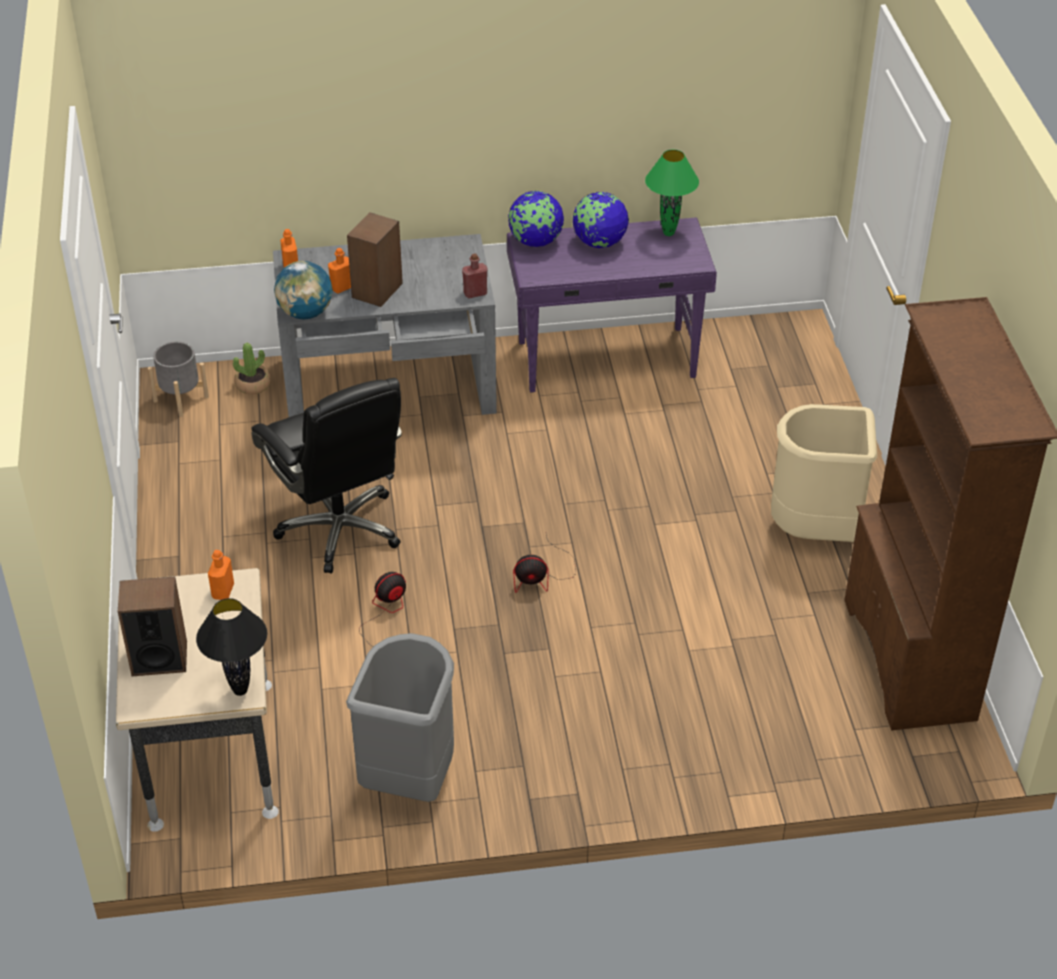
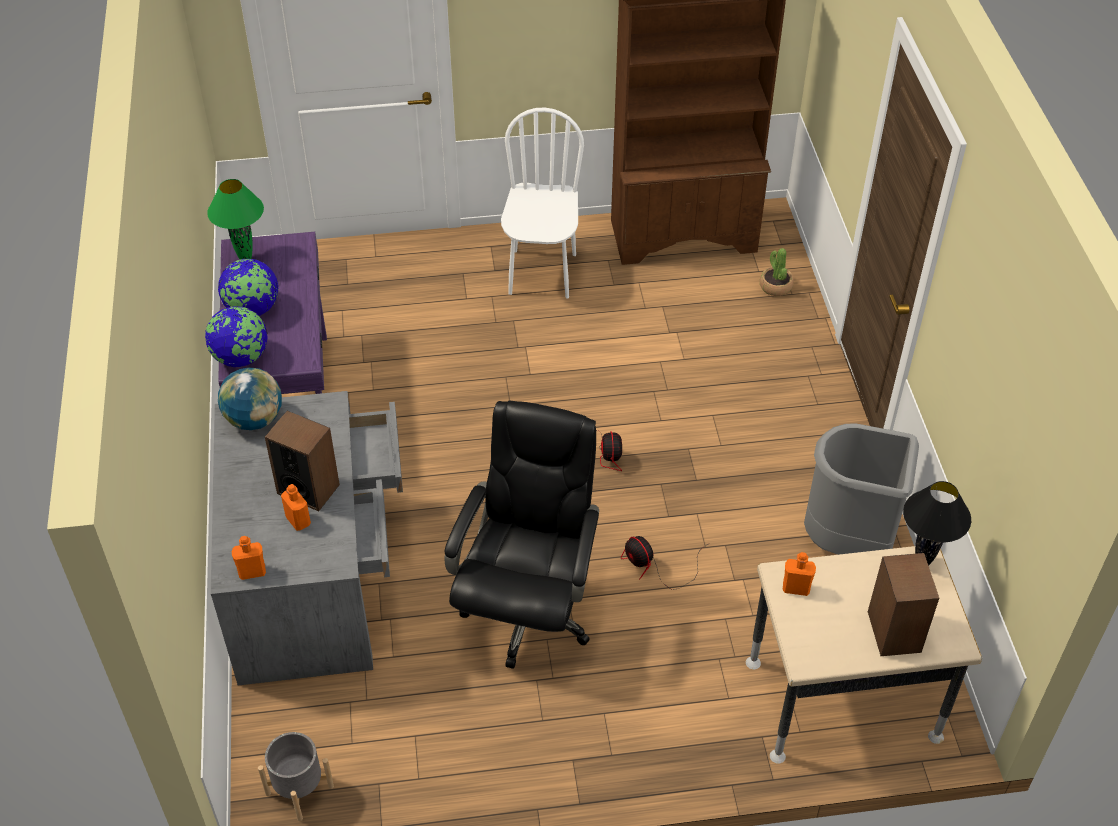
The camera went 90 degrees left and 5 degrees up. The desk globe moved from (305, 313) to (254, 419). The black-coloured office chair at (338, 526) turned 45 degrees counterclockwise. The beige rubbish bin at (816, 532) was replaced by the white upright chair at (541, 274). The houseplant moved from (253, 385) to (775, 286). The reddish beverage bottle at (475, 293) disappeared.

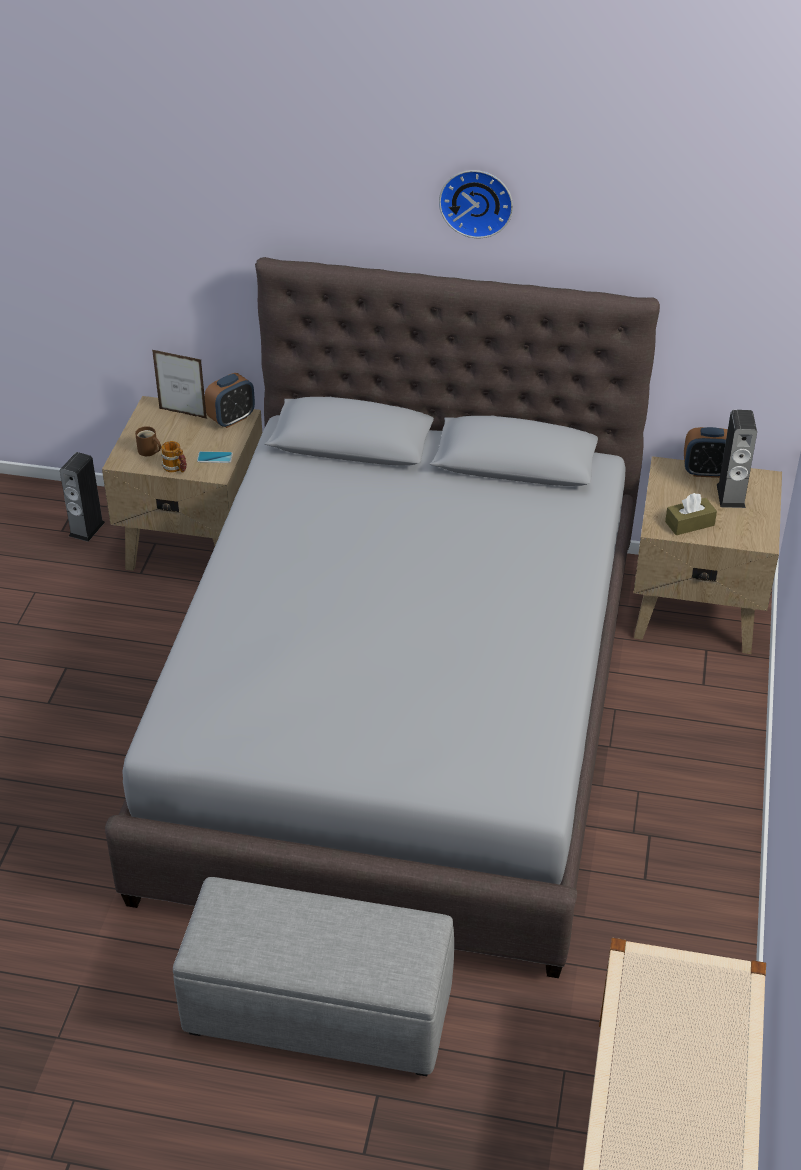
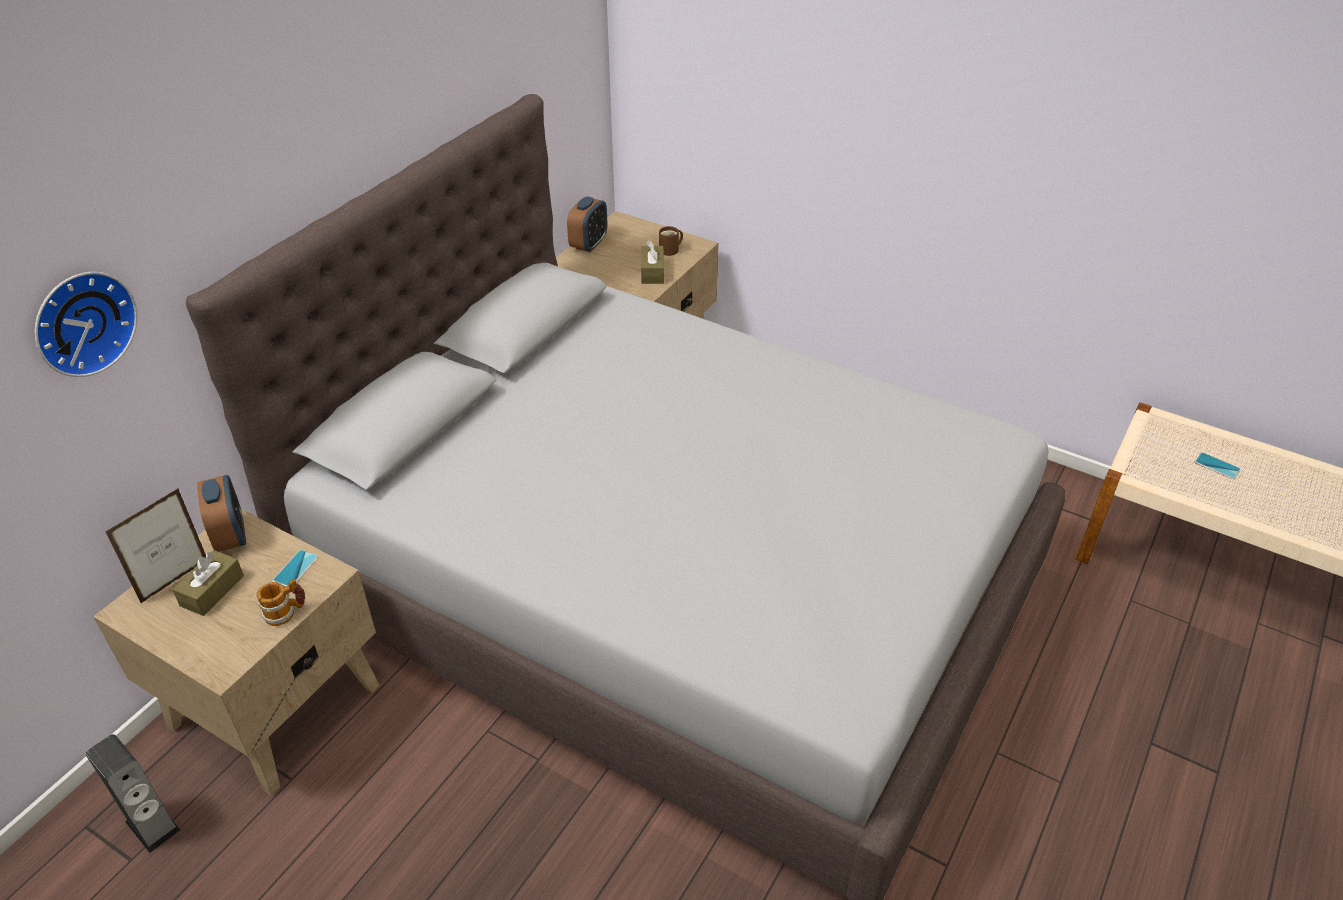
The camera went 70 degrees left and 0 degrees up. The hanging clock moved from (476, 201) to (81, 322). The brown-coloured tissue holder at (212, 591) appeared. The brown-coloured coffee mug moved from (149, 451) to (671, 250). The telephone at (1217, 466) appeared. The grey pouffe at (320, 1011) disappeared. The speaker at (731, 496) disappeared.

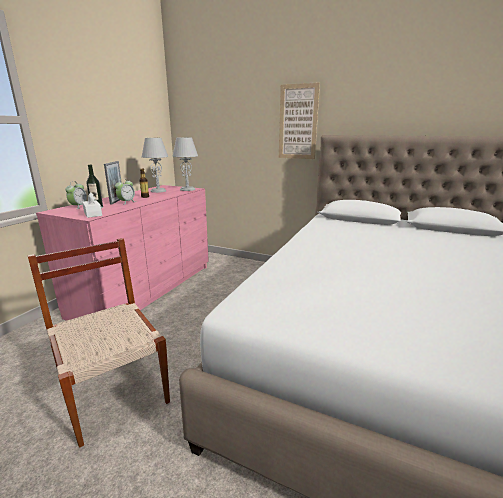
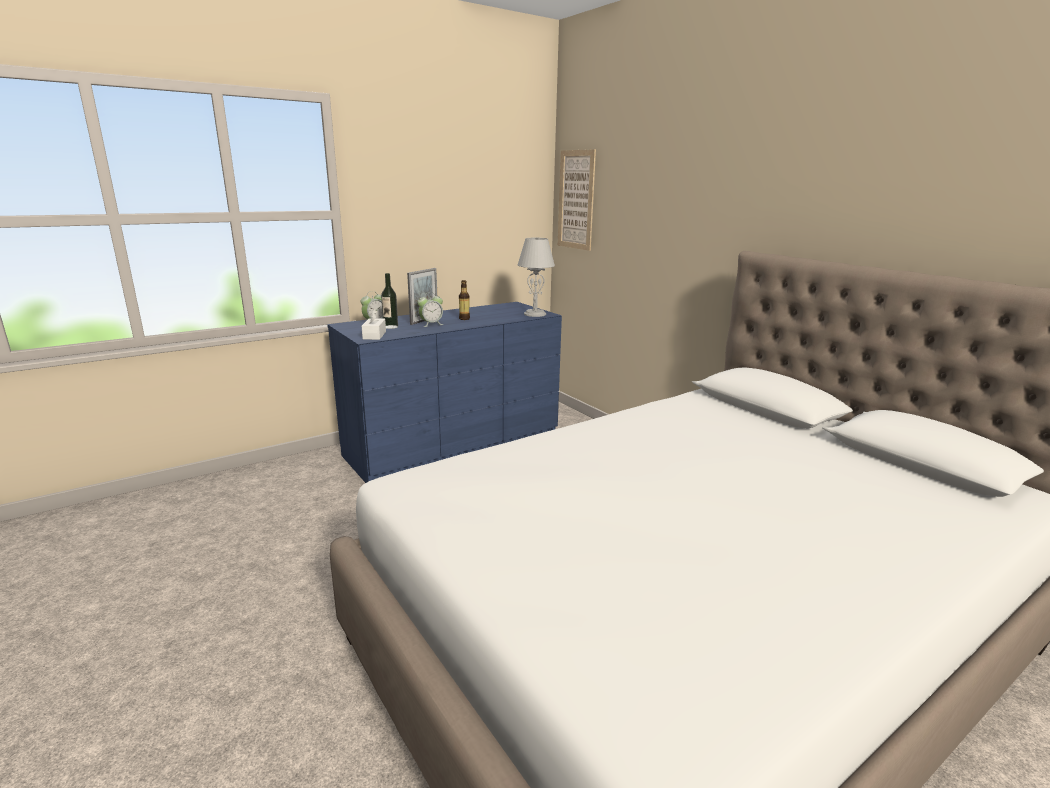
The camera went 30 degrees right and 0 degrees up. The pink dresser at (146, 289) became the blue-coloured dresser at (453, 445). The wall art moved from (298, 122) to (576, 200). The upright chair at (114, 392) disappeared. The grey table lamp at (158, 191) disappeared.

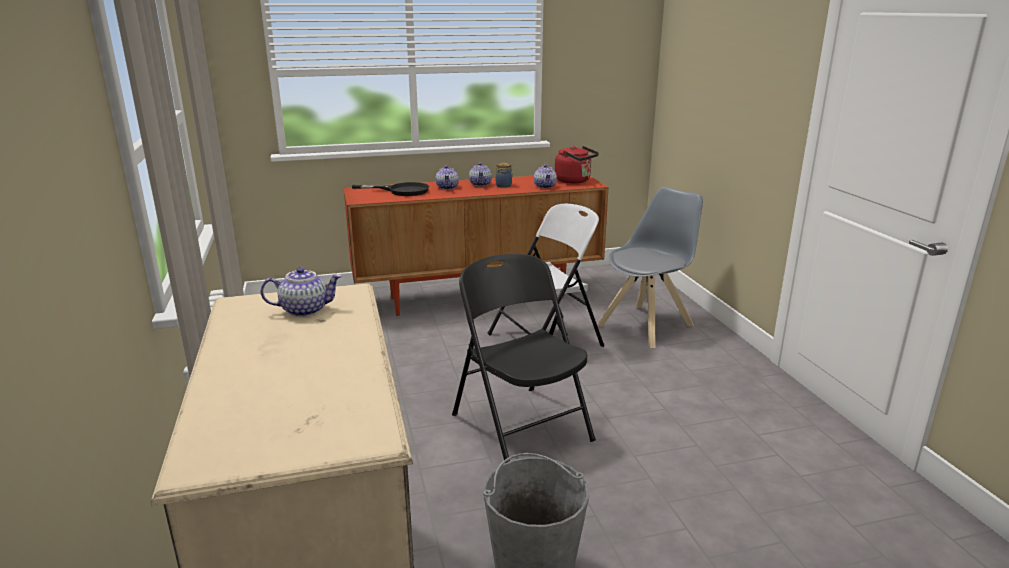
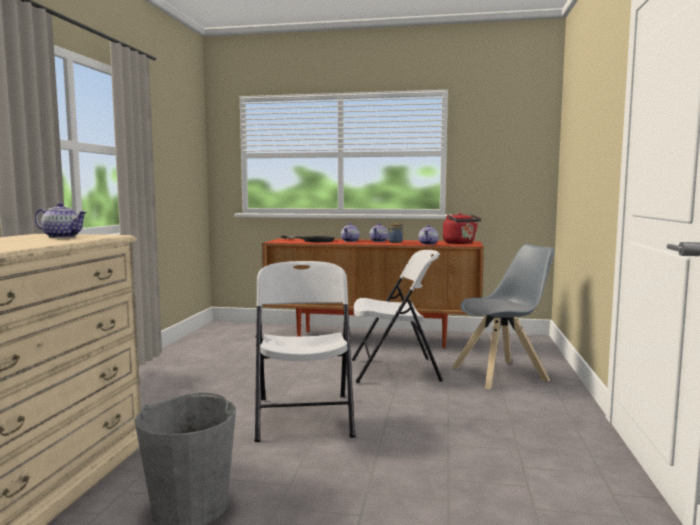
The camera went 25 degrees right and 15 degrees down. The black-coloured upright chair at (522, 427) became the white upright chair at (304, 417).

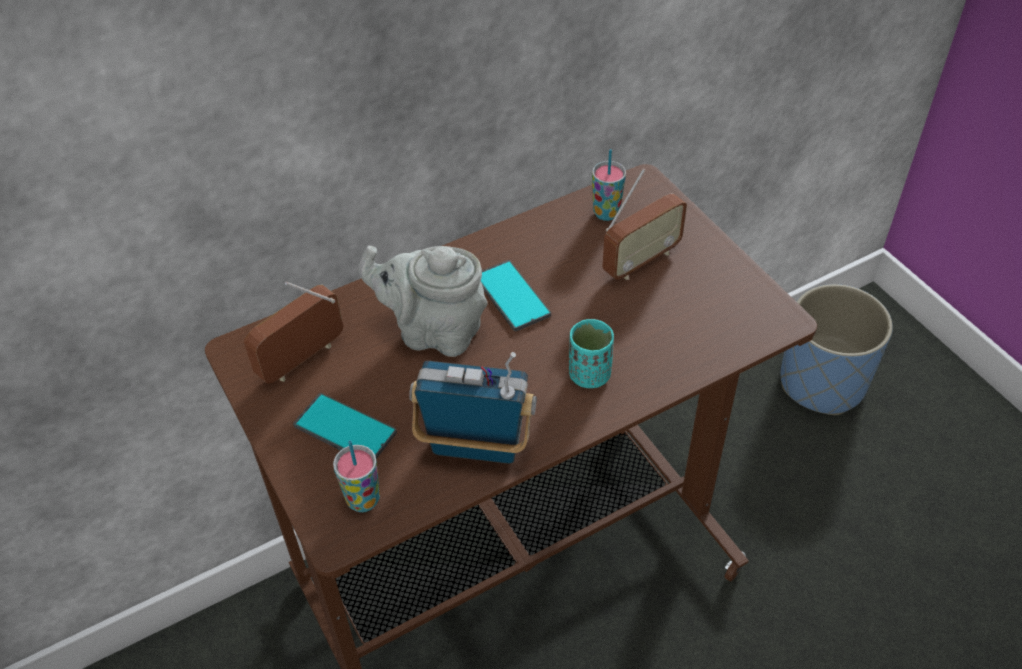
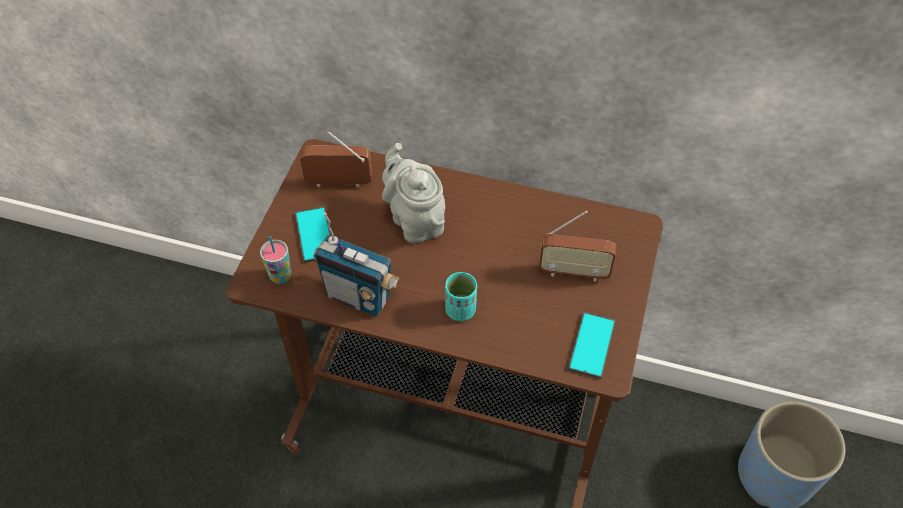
The camera went 45 degrees right and 5 degrees up. The radio at (476, 447) turned 150 degrees clockwise. The telephone moved from (511, 296) to (591, 345). The drinking cup at (606, 213) disappeared.

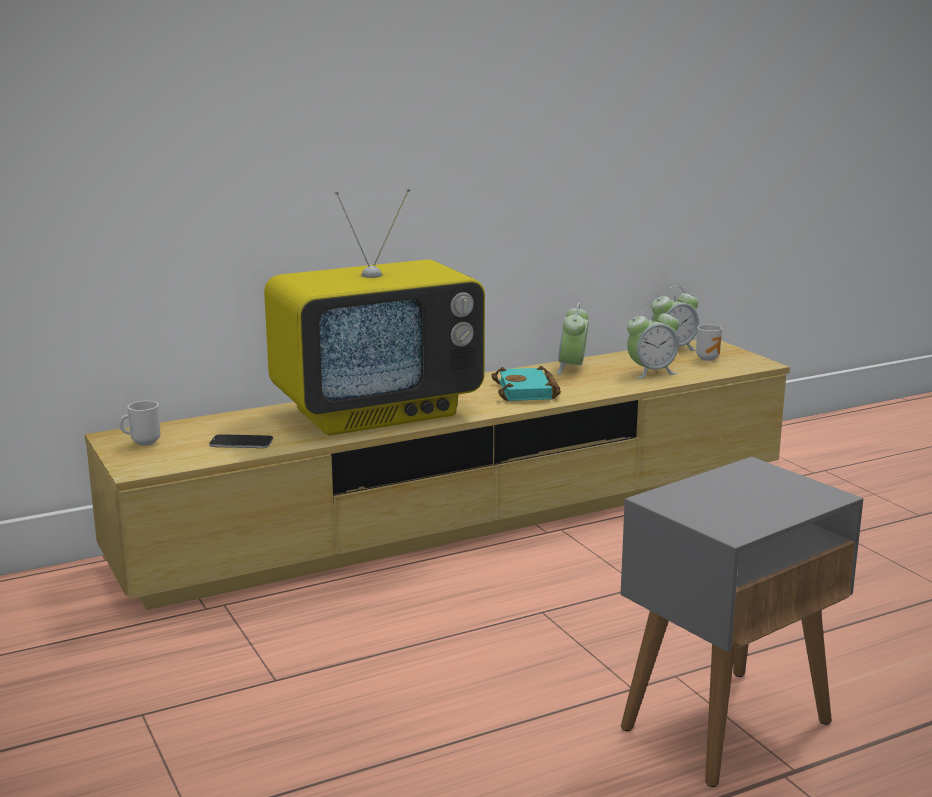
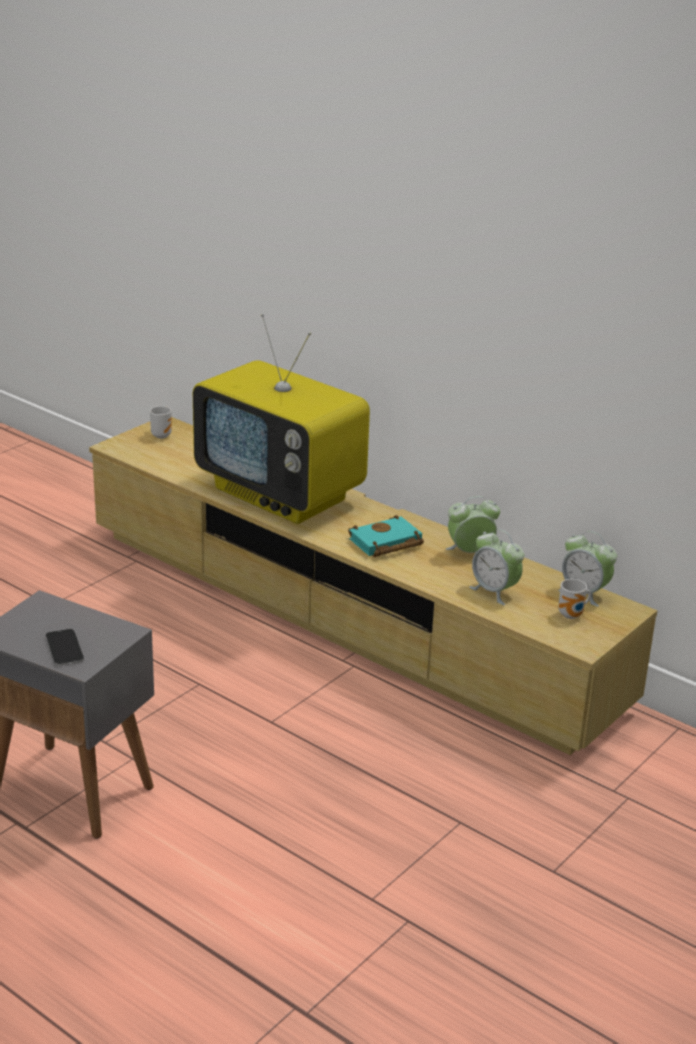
The camera went 65 degrees right and 10 degrees up. The telephone moved from (241, 443) to (64, 648).

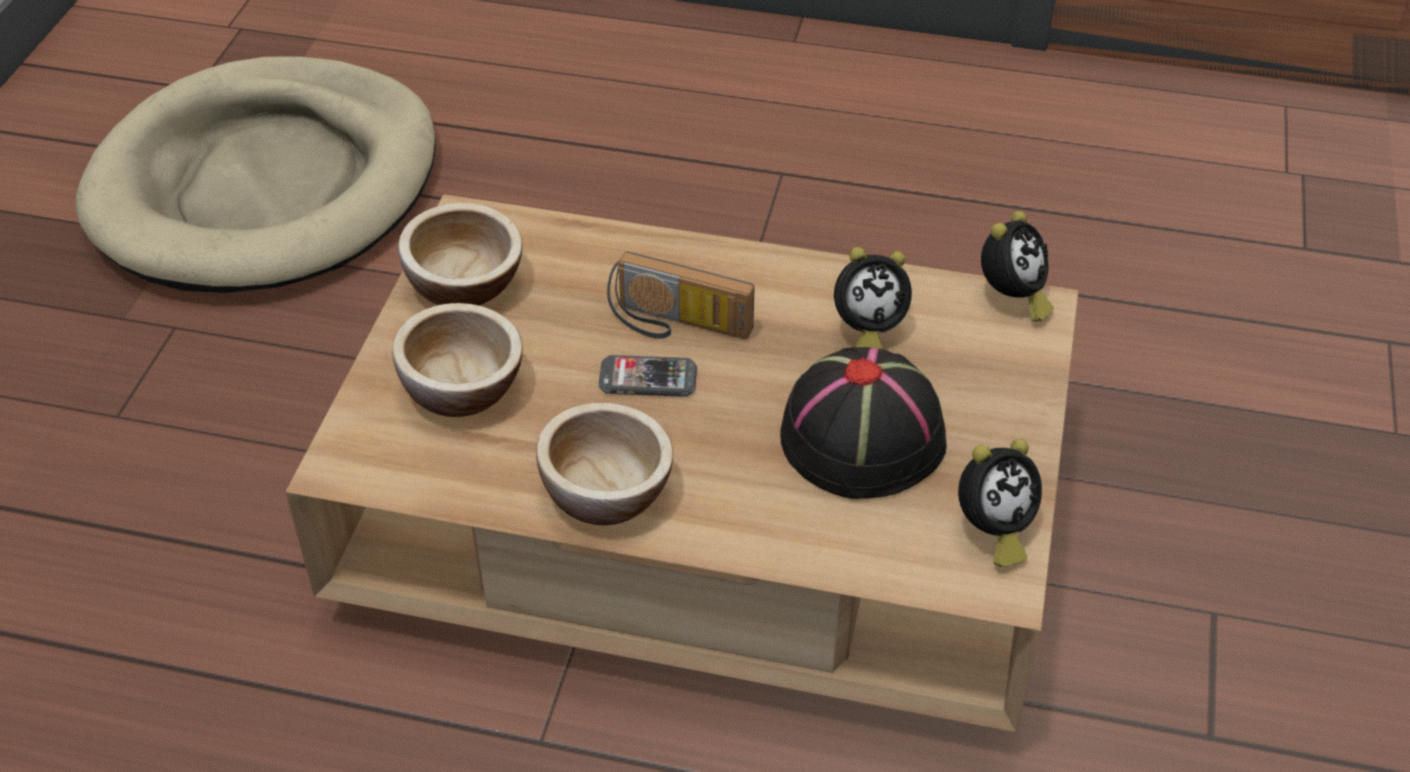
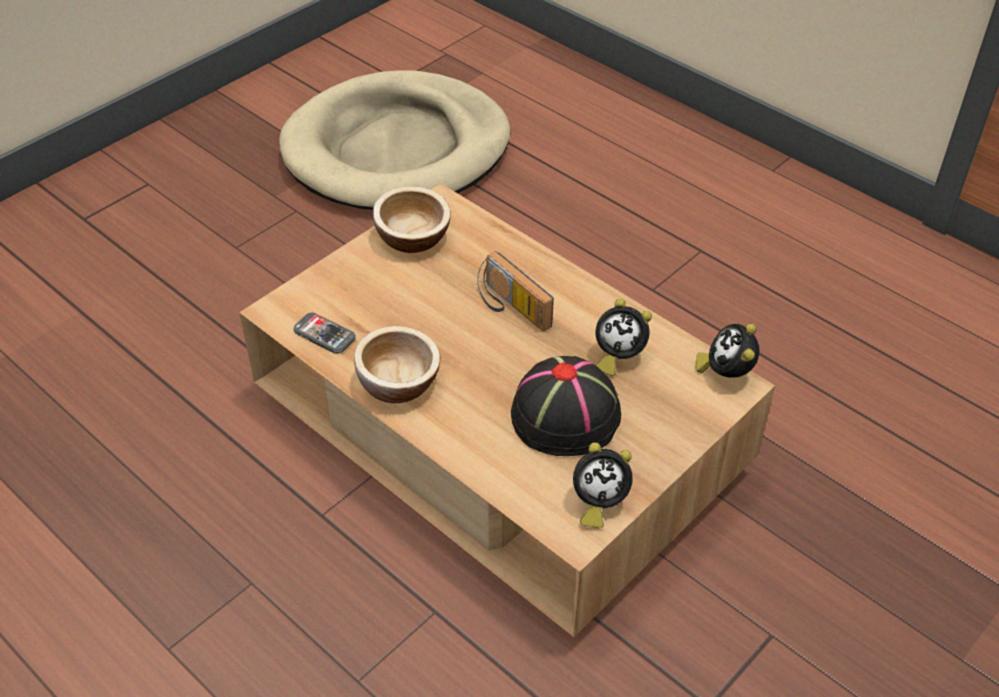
The camera went 30 degrees right and 0 degrees up. The telephone moved from (648, 379) to (324, 335). The bedside clock at (1011, 299) turned 120 degrees clockwise. The deep dish at (462, 387) disappeared.

